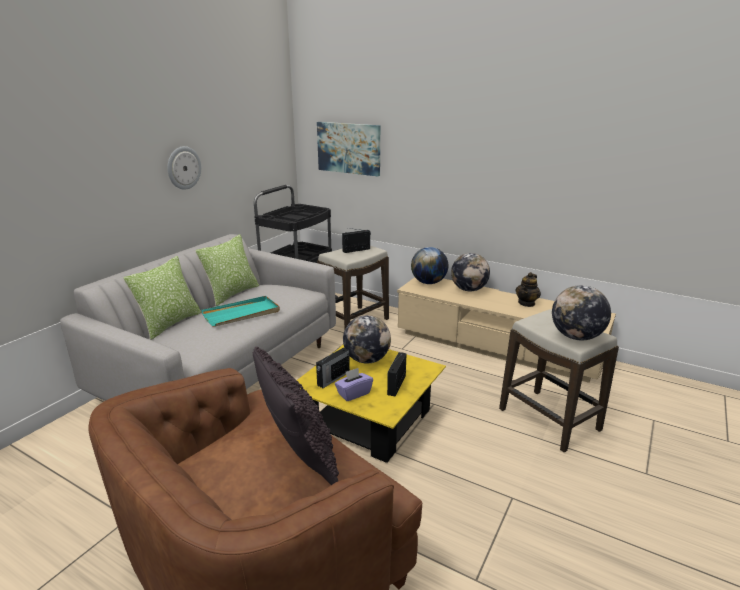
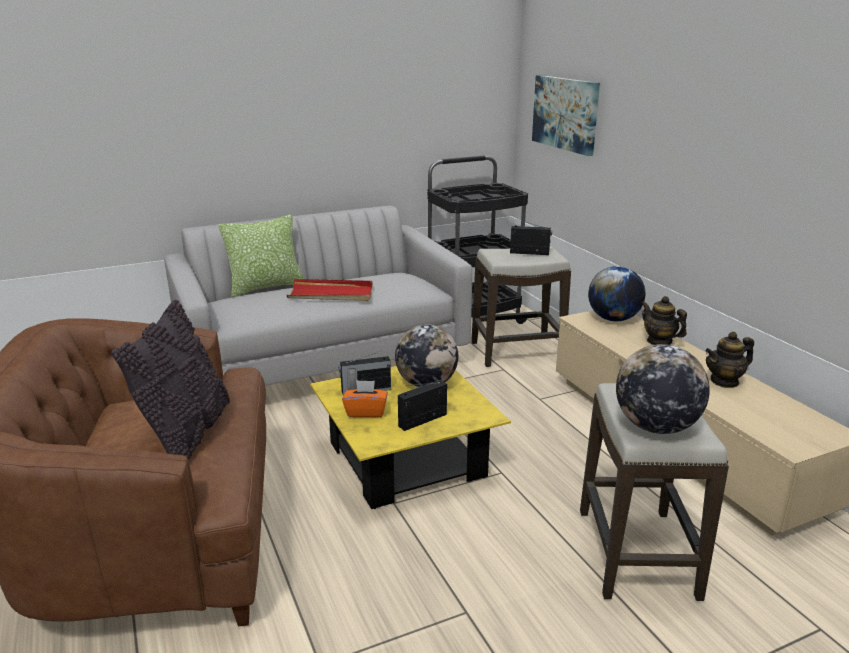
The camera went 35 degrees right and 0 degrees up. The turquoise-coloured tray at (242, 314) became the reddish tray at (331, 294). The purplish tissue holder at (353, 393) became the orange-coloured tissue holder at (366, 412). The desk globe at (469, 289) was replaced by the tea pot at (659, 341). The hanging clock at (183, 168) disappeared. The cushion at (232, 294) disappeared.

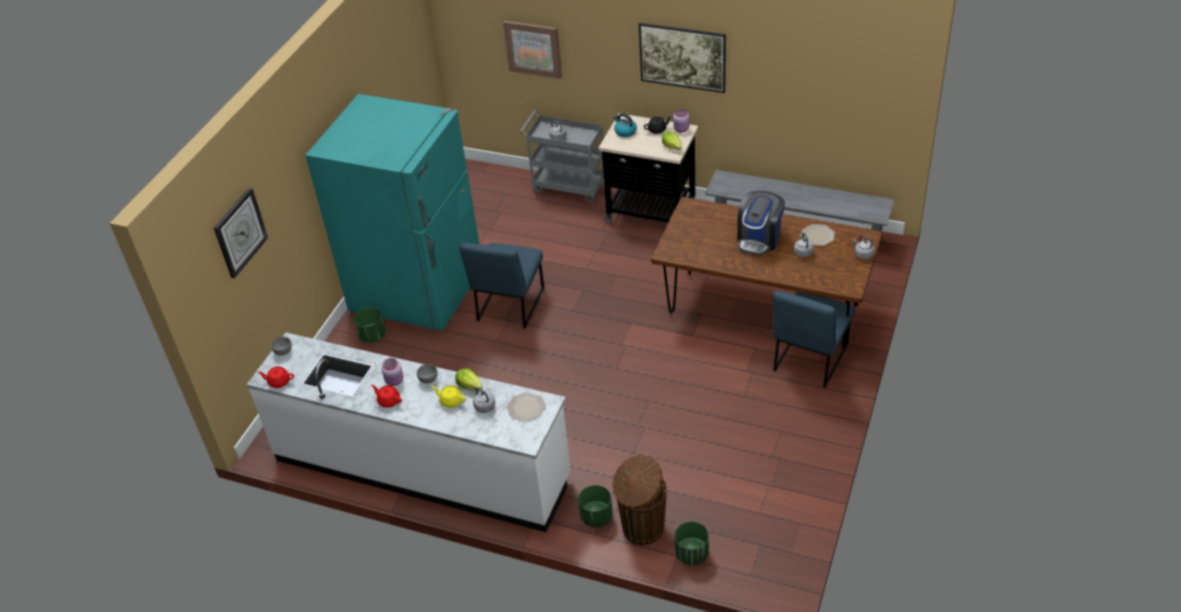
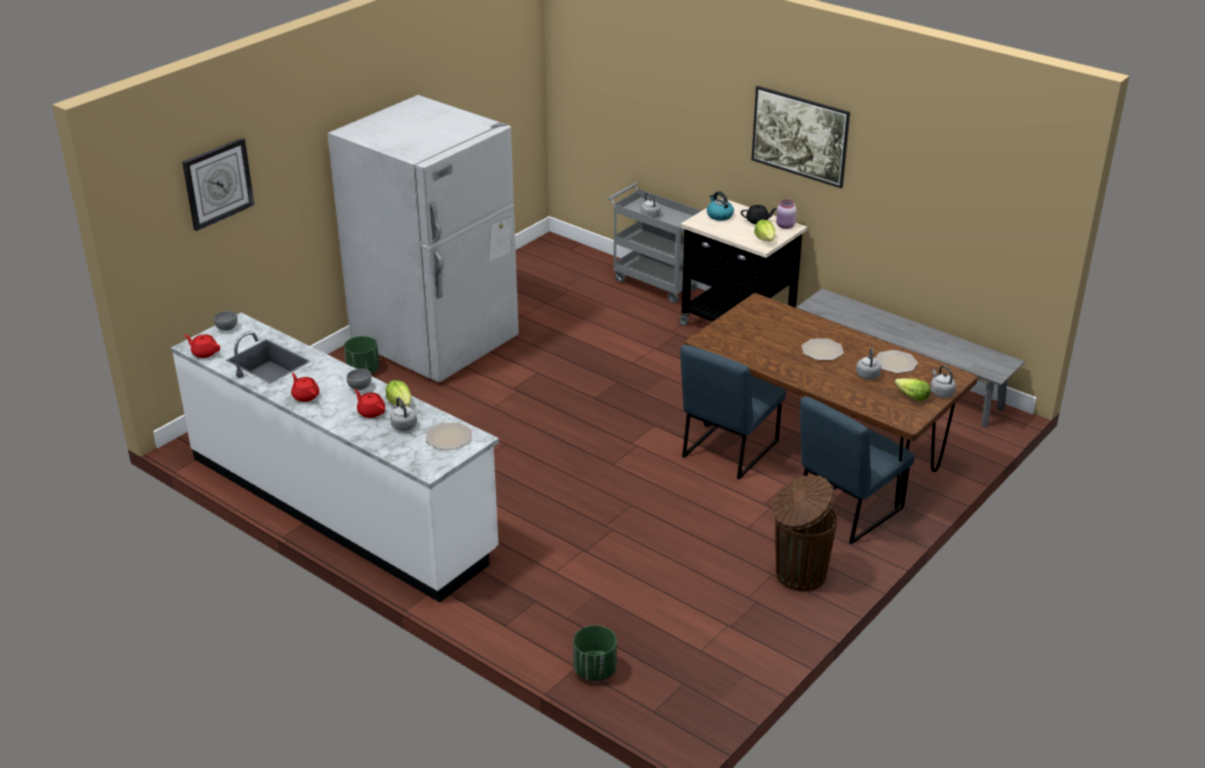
The camera went 15 degrees right and 10 degrees down. The turquoise-coloured refrigerator at (417, 289) became the white refrigerator at (436, 340). The yellow-coloured tea pot at (451, 401) became the reddish tea pot at (371, 412). The blue-coloured upright chair moved from (509, 305) to (728, 450). The brown-coloured rubbish bin moved from (642, 528) to (798, 575). The coffee maker at (759, 239) was replaced by the flat dish at (822, 350). The head of lettuce at (911, 397) appeared. The pink preserve jar at (395, 381) disappeared. The wall art at (533, 48) disappeared. The green-coloured planter at (596, 517) disappeared.

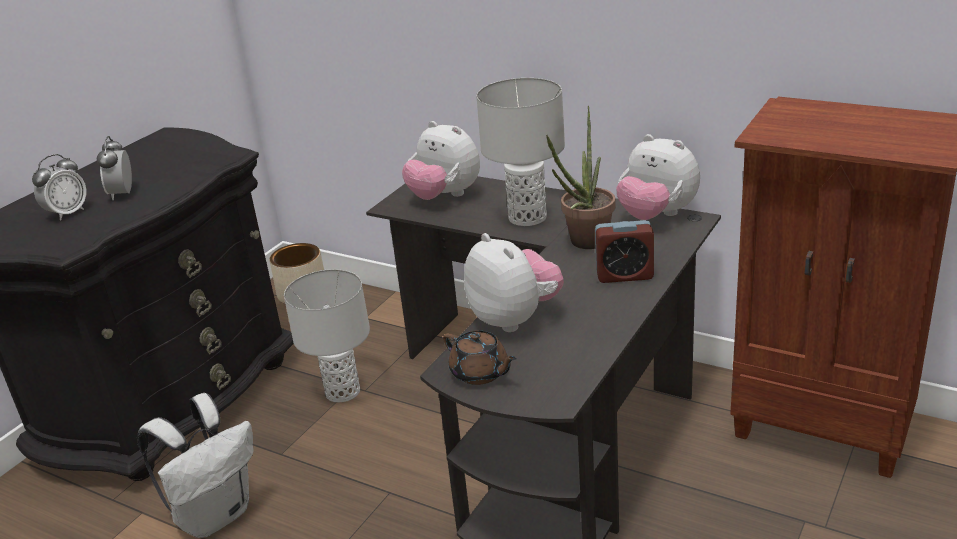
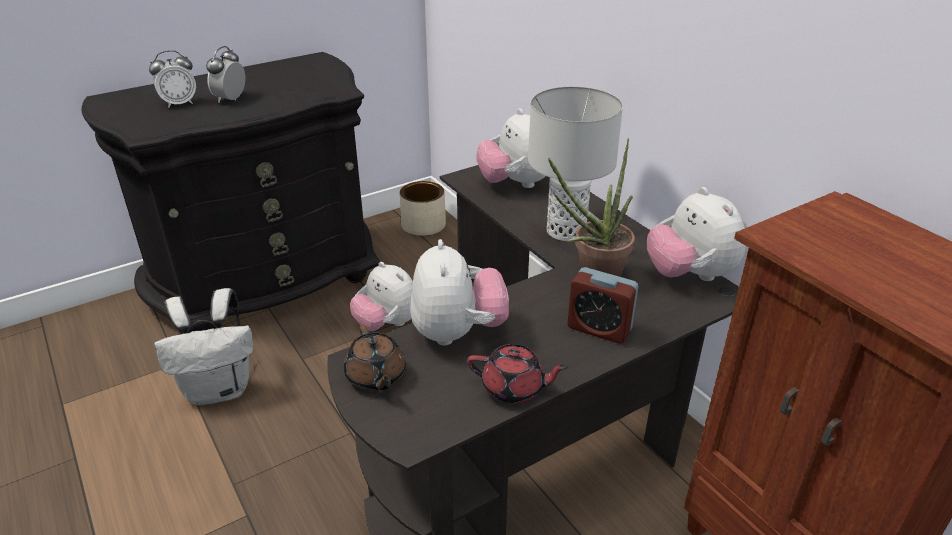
The camera went 25 degrees right and 5 degrees up. The white table lamp at (343, 391) was replaced by the soft toy at (387, 324). The reddish tea pot at (514, 388) appeared.

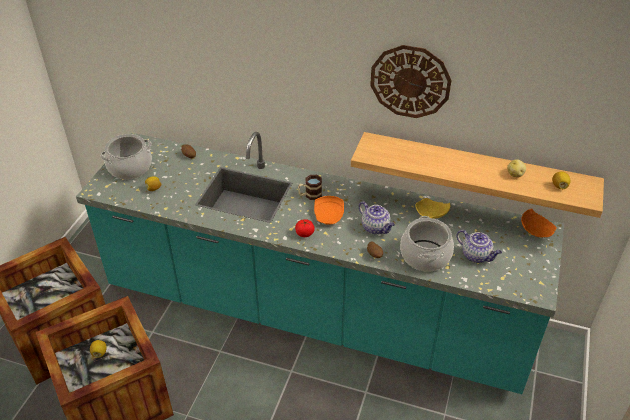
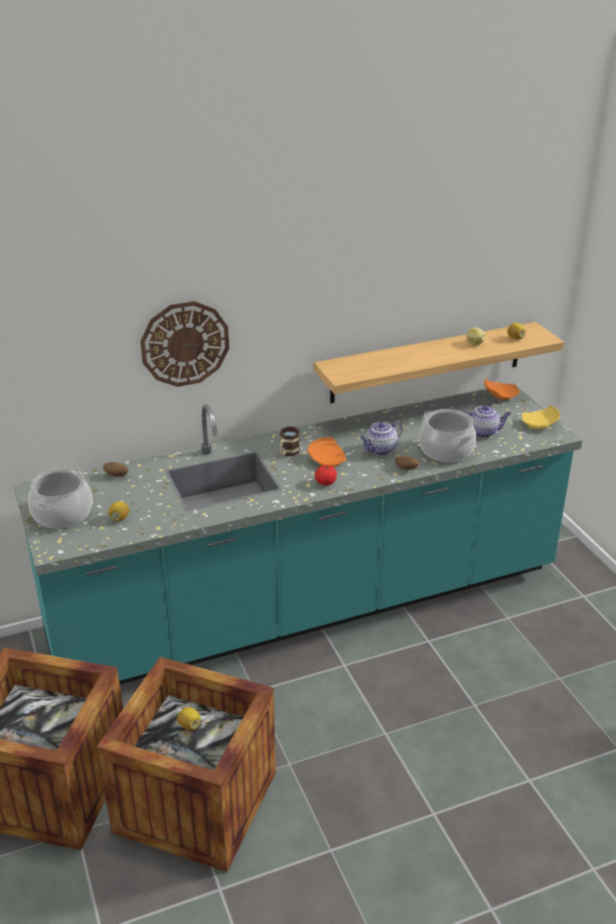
The camera went 40 degrees left and 10 degrees down. The hanging clock moved from (410, 81) to (185, 343). The tea pot at (376, 228) turned 135 degrees clockwise. The yellow-coloured flat dish moved from (431, 214) to (540, 424).

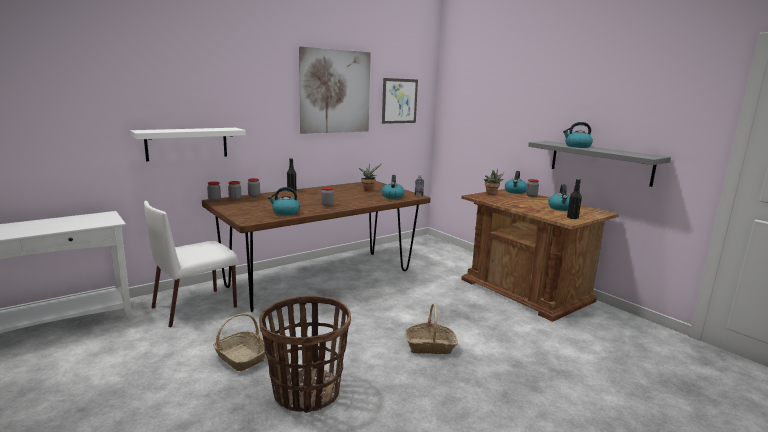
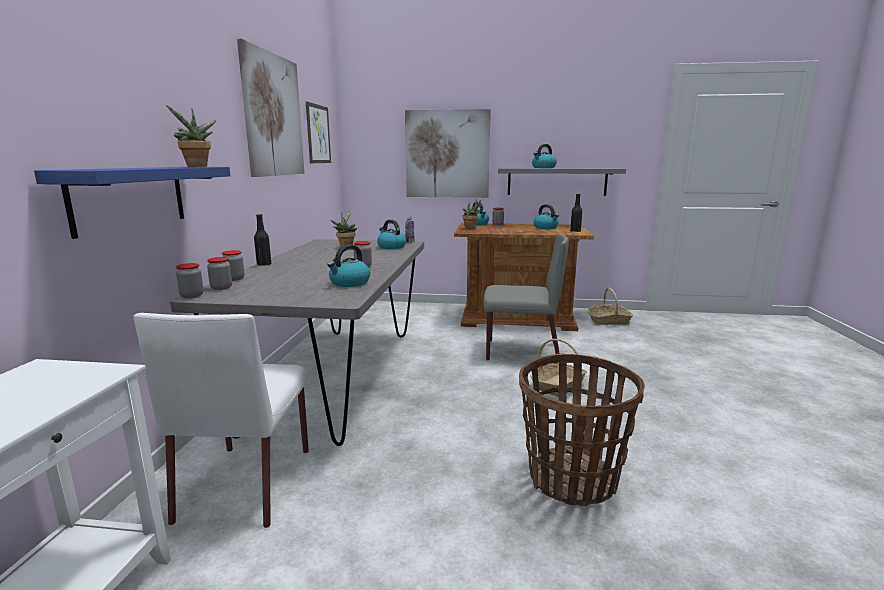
The camera went 45 degrees left and 0 degrees up. The white bracket shelf at (187, 143) became the blue-coloured bracket shelf at (130, 198). The houseplant at (197, 166) appeared. The brown-coloured dinner table at (321, 278) became the grey dinner table at (336, 375). The wall art at (447, 154) appeared. The grey upright chair at (520, 351) appeared. The storage basket moved from (240, 357) to (609, 321).

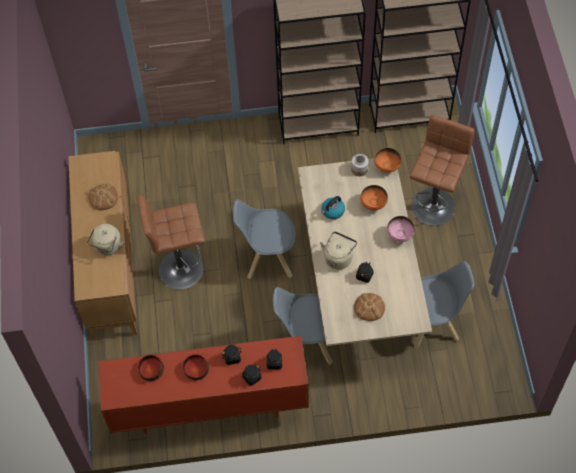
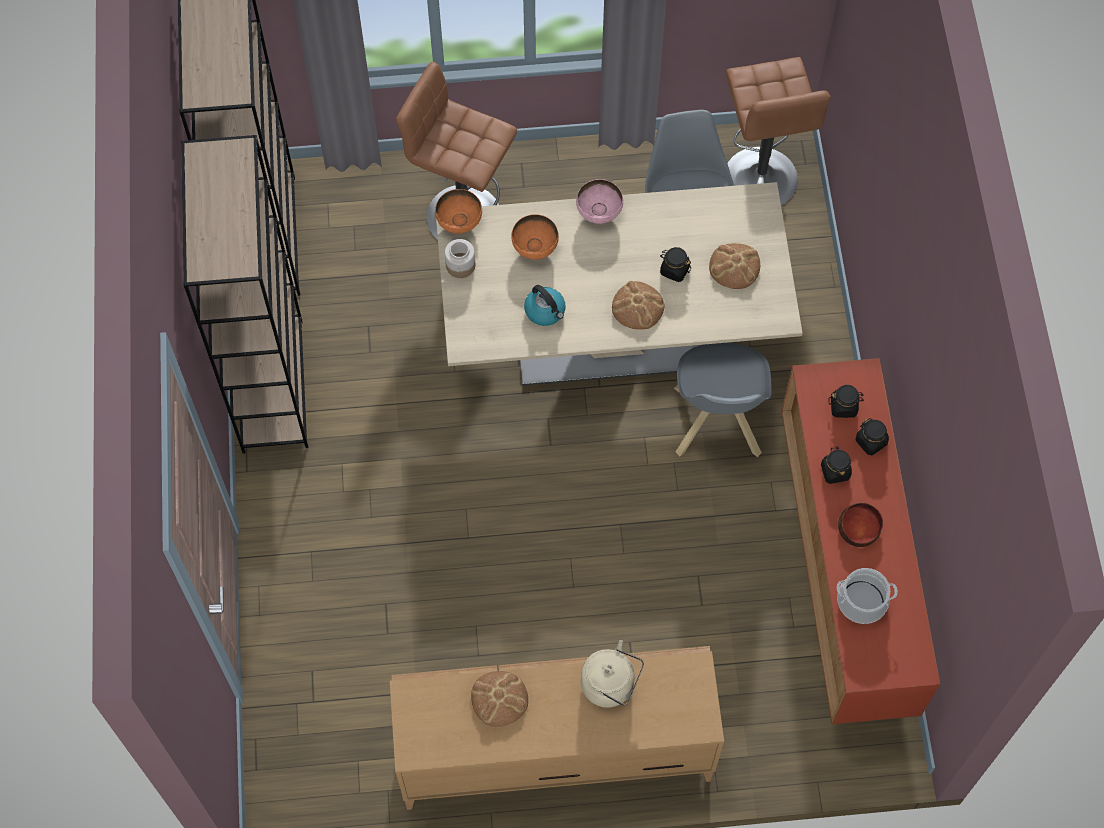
The camera went 90 degrees left and 5 degrees up. The beige water kettle at (338, 257) was replaced by the bakery bread at (637, 306). The brown-coloured sitting stool moved from (180, 269) to (760, 179). The deep dish at (151, 370) was replaced by the cooking pot at (861, 602). The grey upright chair at (267, 257) disappeared.

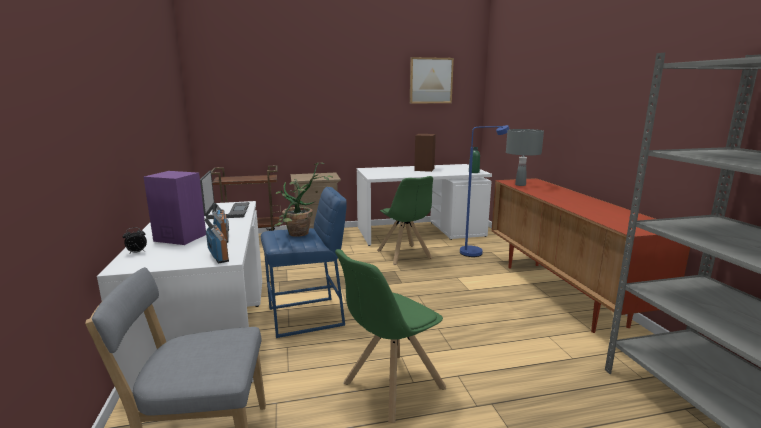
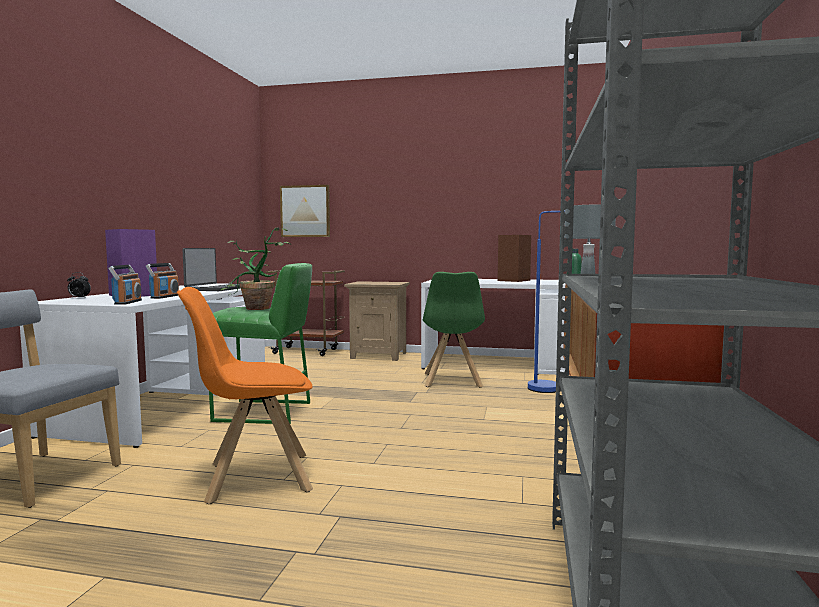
The camera went 25 degrees right and 10 degrees down. The green-coloured upright chair at (390, 387) became the orange-coloured upright chair at (253, 478). The blue-coloured sitting stool at (307, 316) became the green-coloured sitting stool at (264, 412). The wall art moved from (430, 80) to (305, 211).

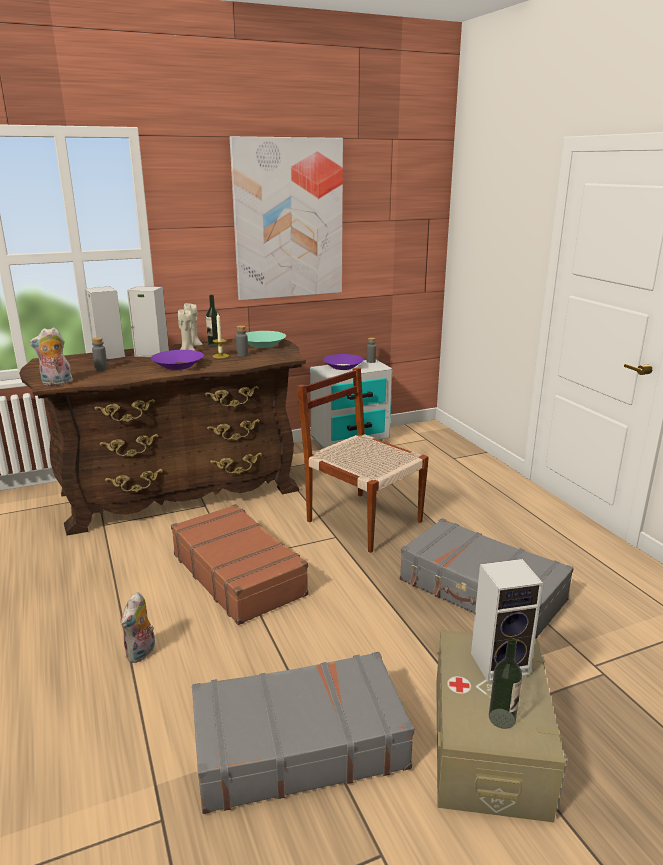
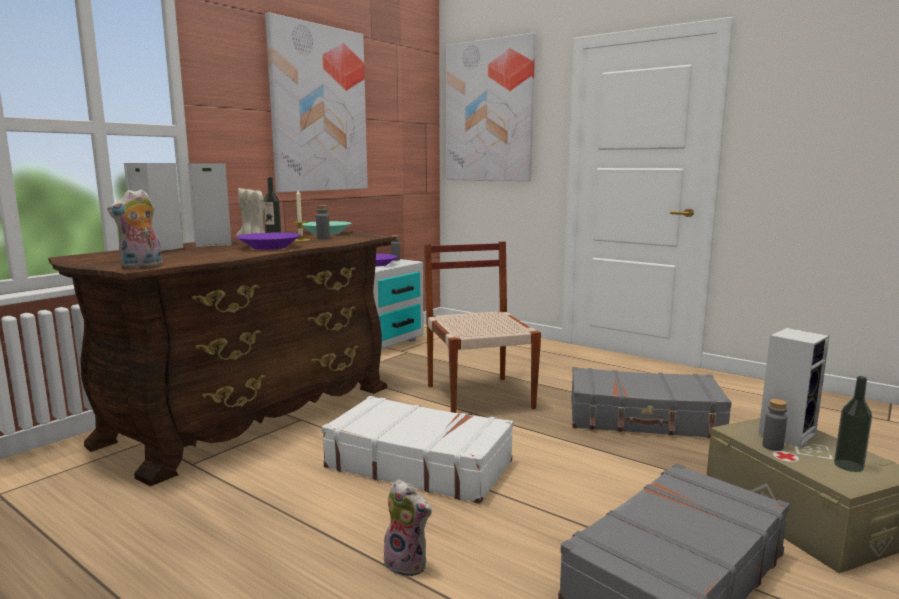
The camera went 30 degrees left and 10 degrees down. The brown-coloured suitcase at (239, 574) became the white suitcase at (419, 464). The soft toy at (142, 653) turned 45 degrees counterclockwise. The upright chair at (362, 520) turned 60 degrees clockwise. The wall art at (489, 111) appeared. The grey beverage bottle moved from (101, 369) to (772, 446).

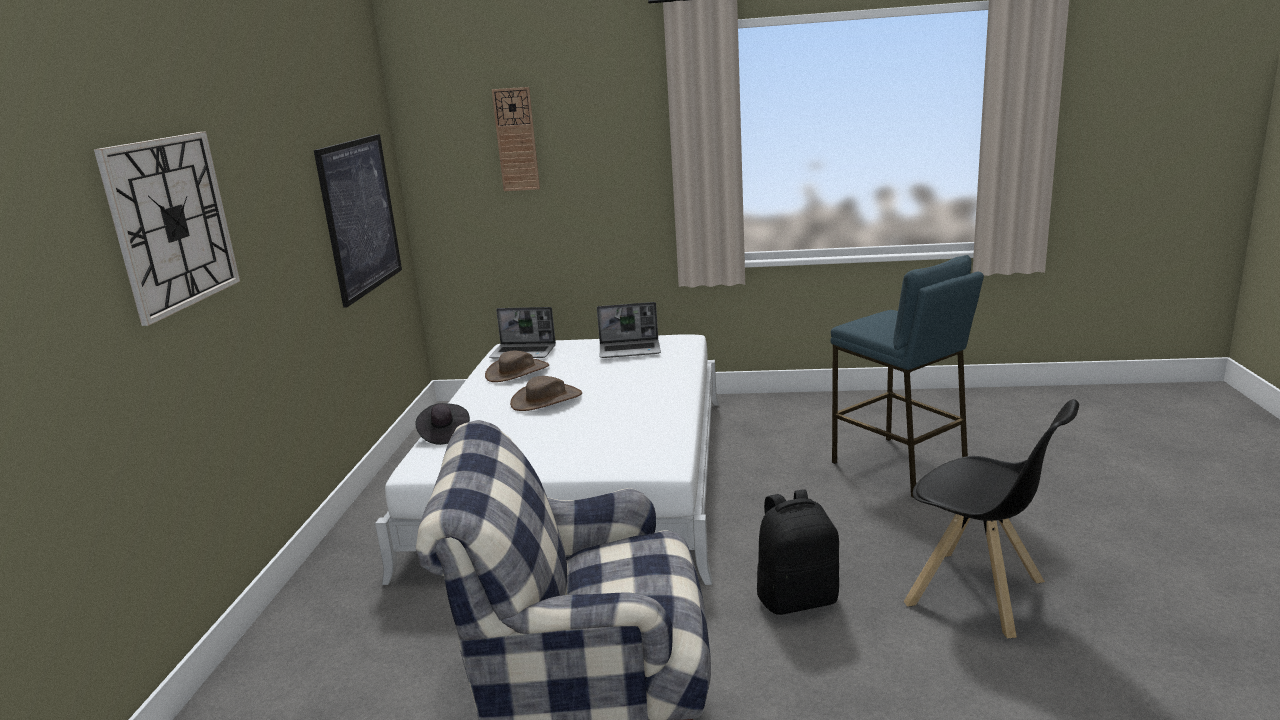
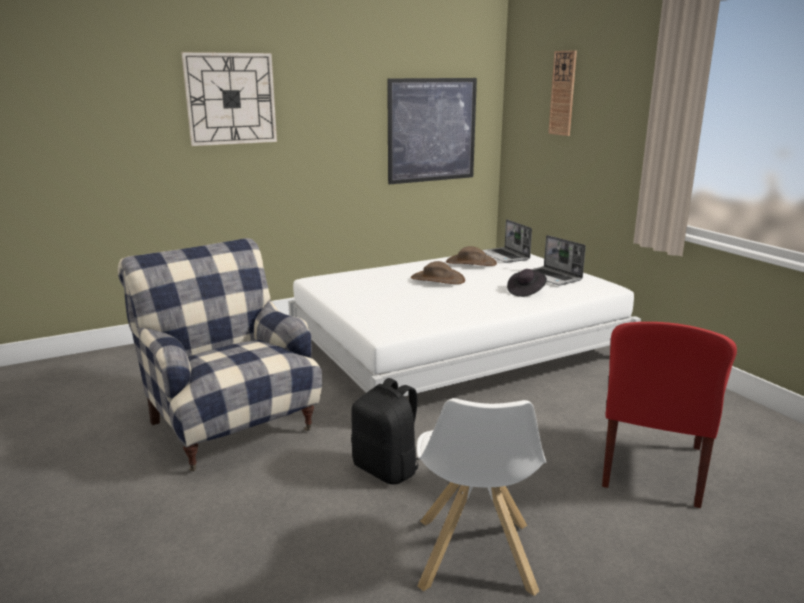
The camera went 55 degrees right and 0 degrees up. The black-coloured upright chair at (979, 594) became the white upright chair at (475, 558). The black-coloured clothing hat moved from (444, 434) to (526, 291). The blue-coloured sitting stool at (899, 467) was replaced by the reddish upright chair at (651, 468).

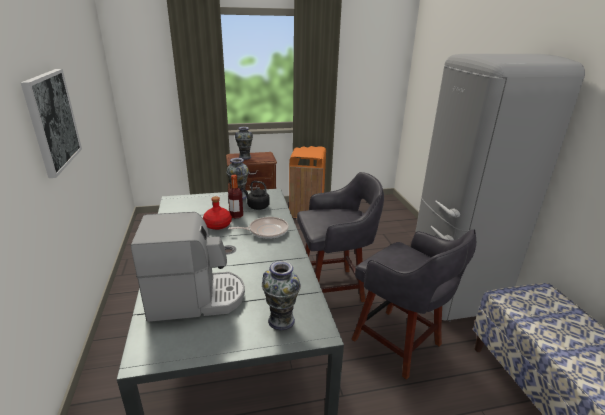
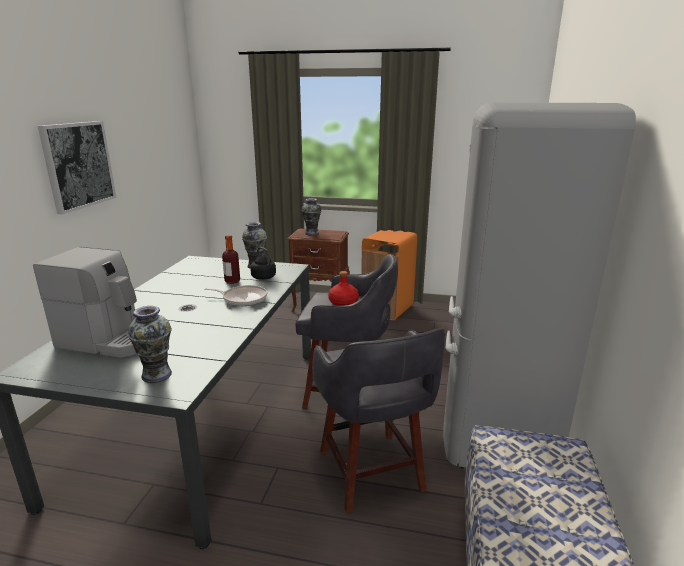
The camera went 25 degrees right and 5 degrees down. The reddish beverage bottle moved from (217, 225) to (343, 302).

